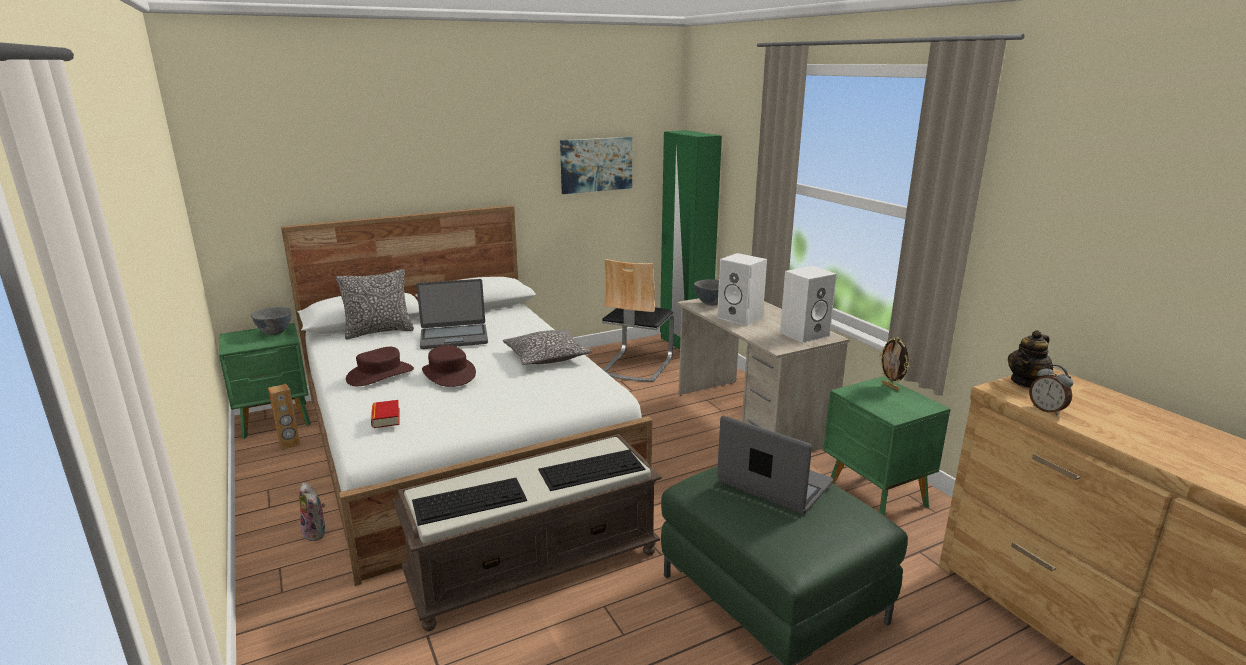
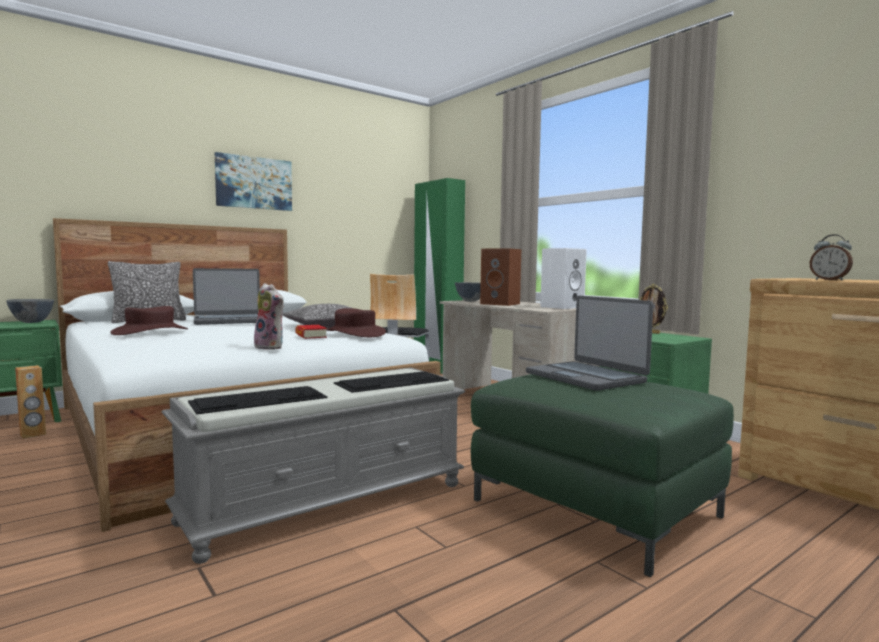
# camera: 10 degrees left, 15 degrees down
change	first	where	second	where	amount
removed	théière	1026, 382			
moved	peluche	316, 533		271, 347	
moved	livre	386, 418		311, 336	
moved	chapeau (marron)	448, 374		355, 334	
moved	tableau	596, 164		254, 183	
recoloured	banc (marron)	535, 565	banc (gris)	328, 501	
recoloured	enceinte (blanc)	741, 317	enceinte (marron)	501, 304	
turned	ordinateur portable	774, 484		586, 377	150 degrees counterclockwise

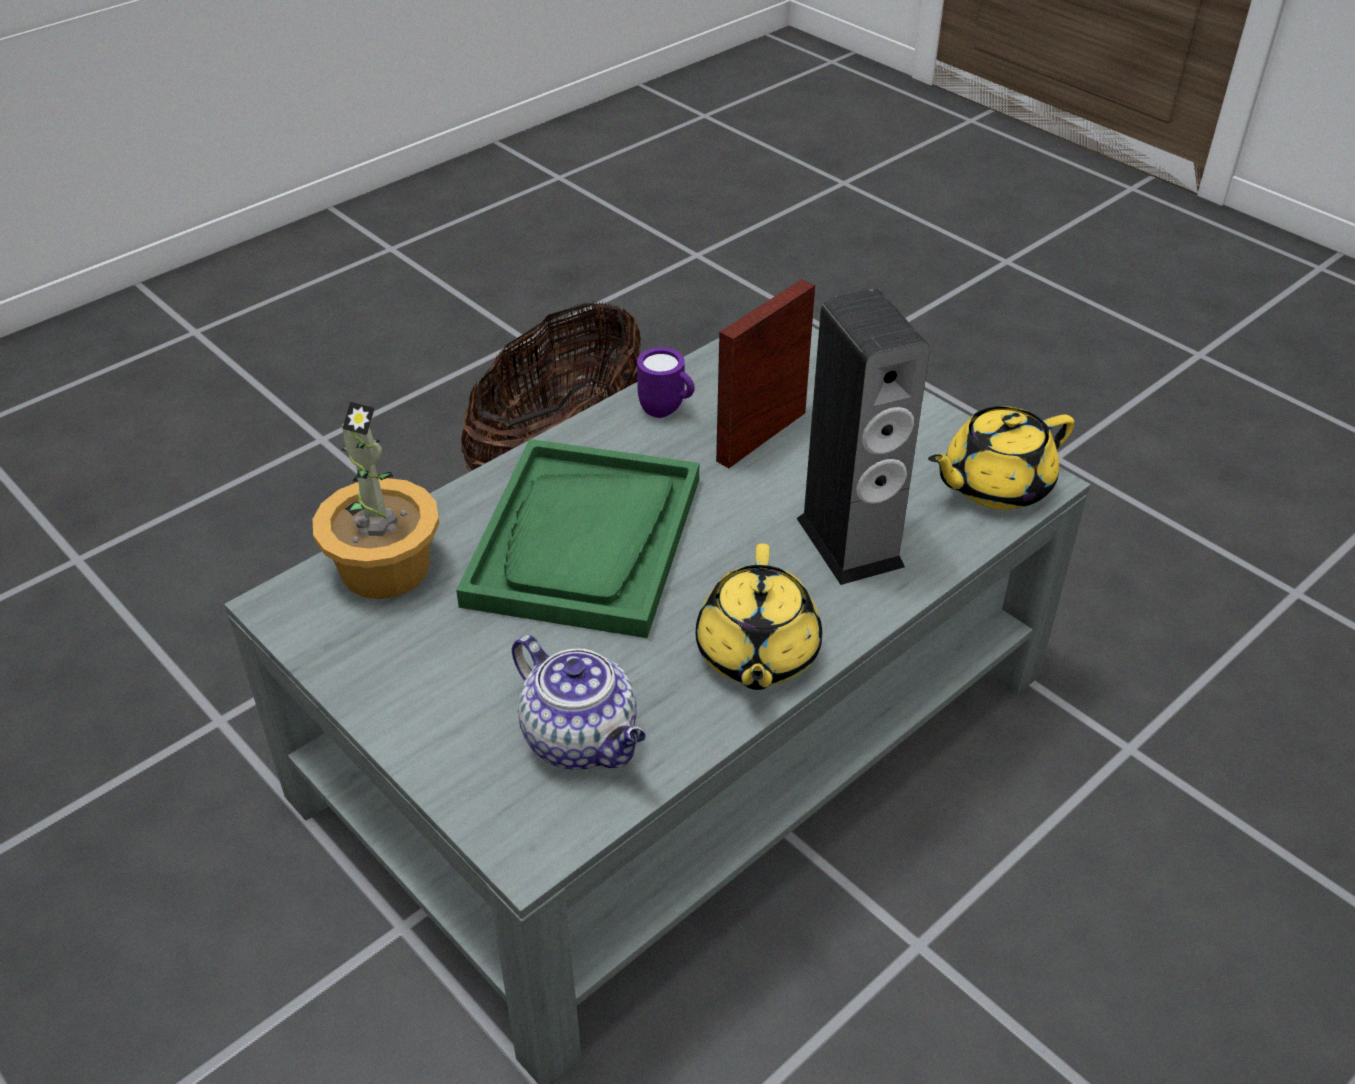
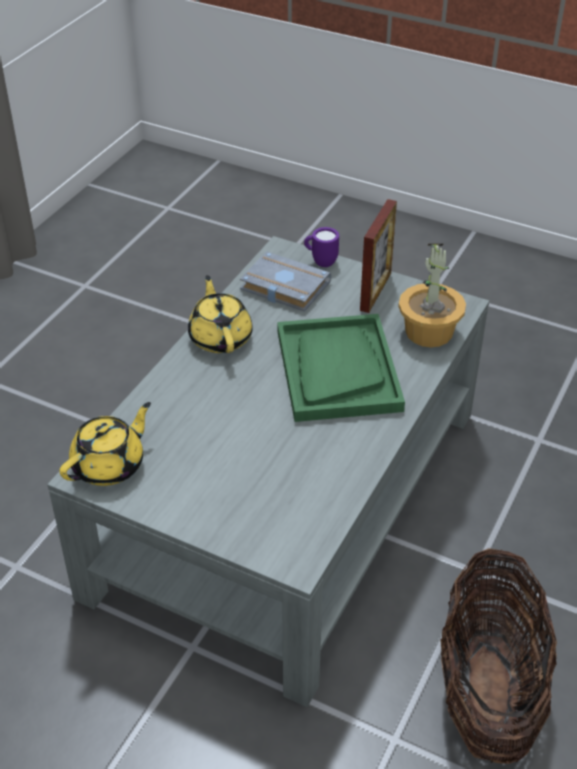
# camera: 160 degrees right, 0 degrees up
change	first	where	second	where	amount
removed	enceinte	849, 542			
moved	mug (violet)	667, 411		320, 262	
moved	cadre photo	761, 436		375, 291	
replaced	théière	583, 740	livre (gris)	282, 287	

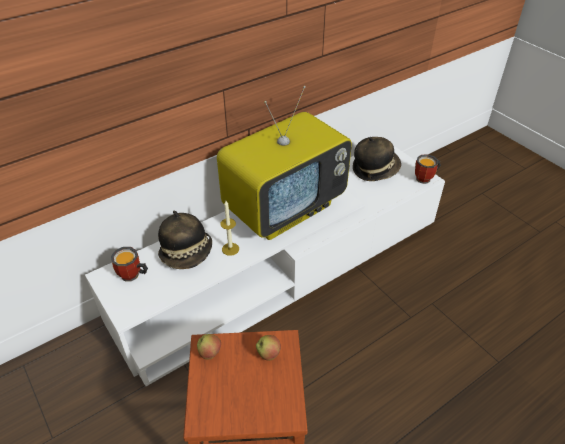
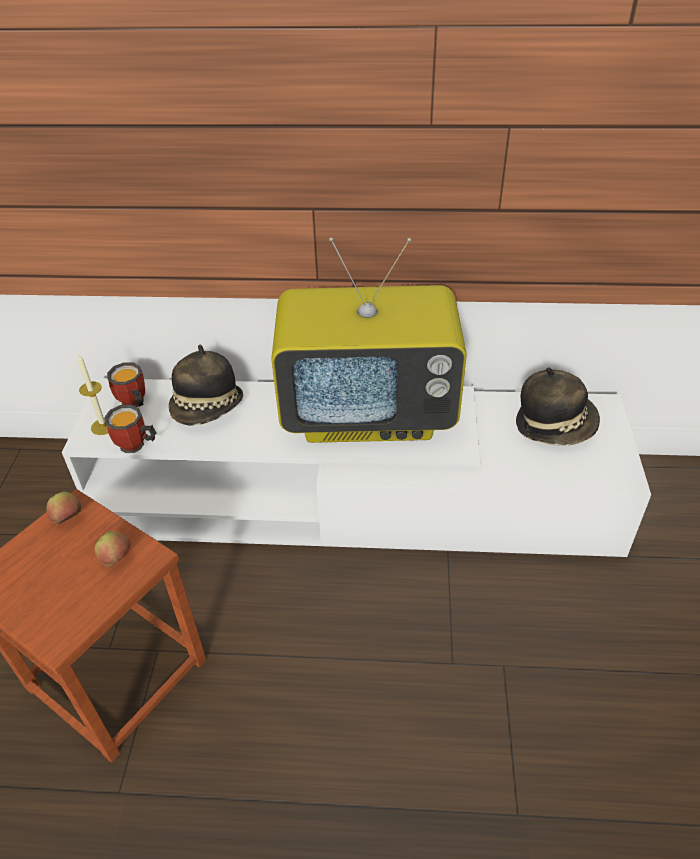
# camera: 40 degrees right, 0 degrees up
change	first	where	second	where	amount
moved	bougie	230, 249		103, 426	
moved	mug	426, 179		135, 446	

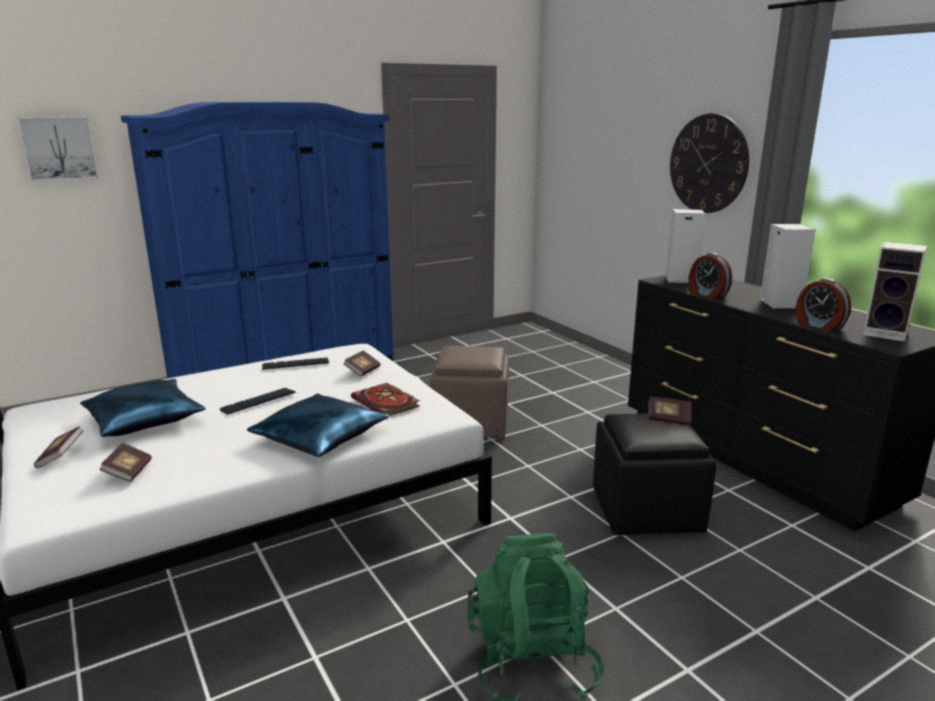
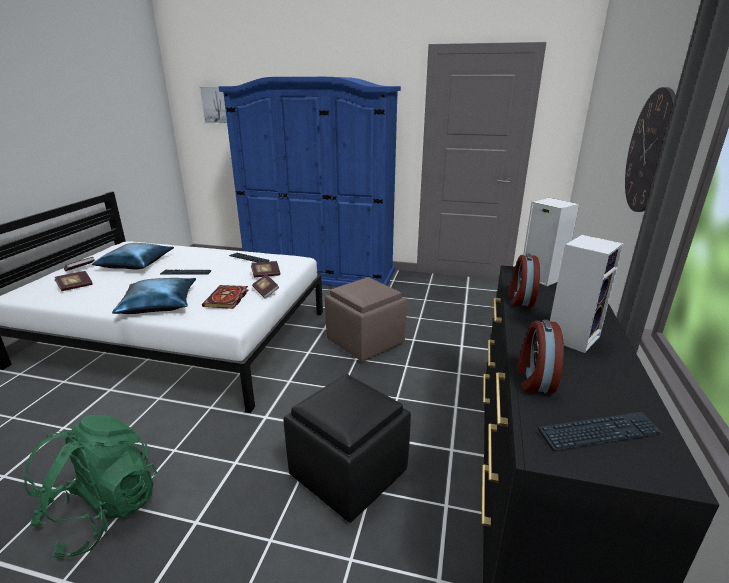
# camera: 45 degrees right, 5 degrees up
change	first	where	second	where	amount
moved	livre	668, 419		266, 292	
replaced	enceinte	887, 333	clavier	599, 433	

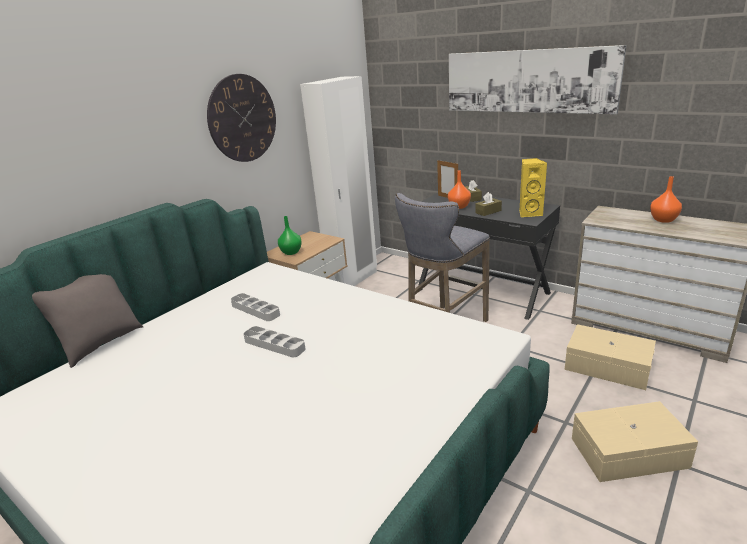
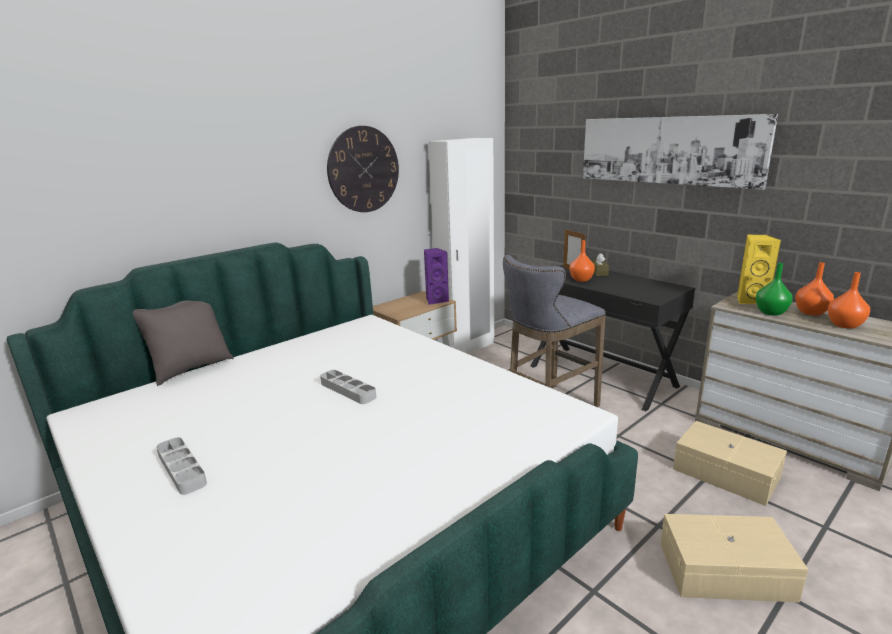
# camera: 10 degrees right, 5 degrees down
change	first	where	second	where	amount
removed	boîte à mouchoirs (marron)	488, 212			
added			enceinte (violet)	436, 300	
added			vase (orange)	844, 325	
moved	plateau (gris)	255, 310		181, 469	
moved	vase (vert)	291, 252		771, 312	
moved	enceinte (jaune)	529, 213		750, 300	

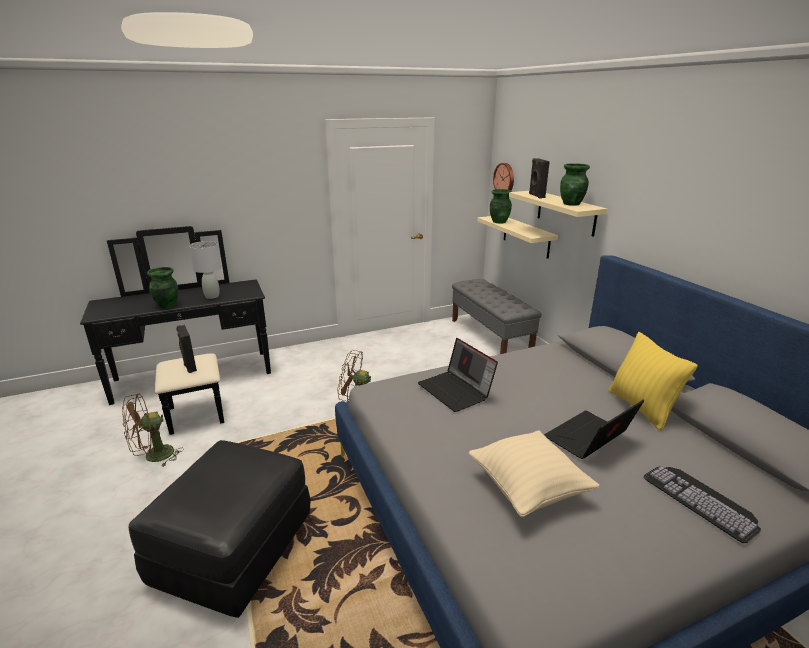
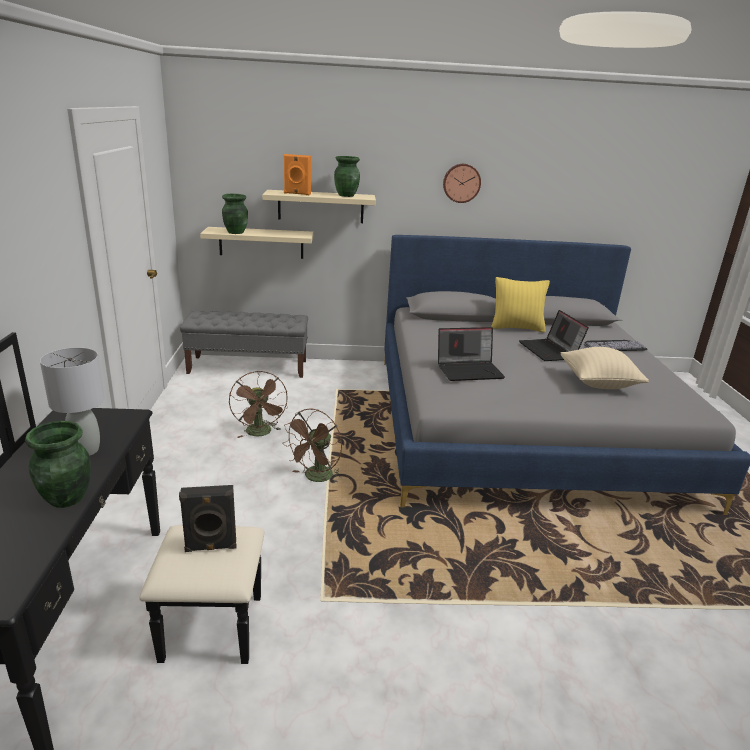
# camera: 70 degrees left, 0 degrees up
change	first	where	second	where	amount
removed	pouf (noir)	234, 548			
moved	ventilateur (marron)	153, 457		260, 433	
moved	horloge murale	504, 179		461, 183	
recoloured	enceinte (noir)	536, 196	enceinte (orange)	297, 194	

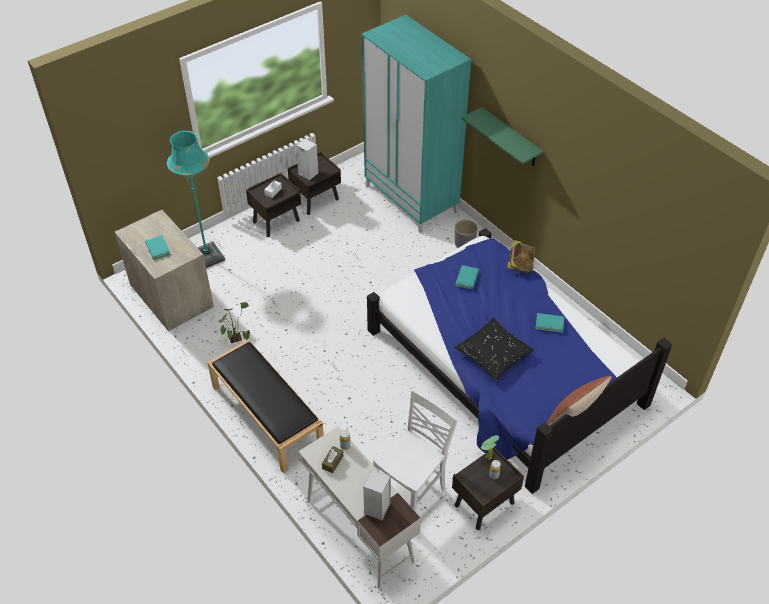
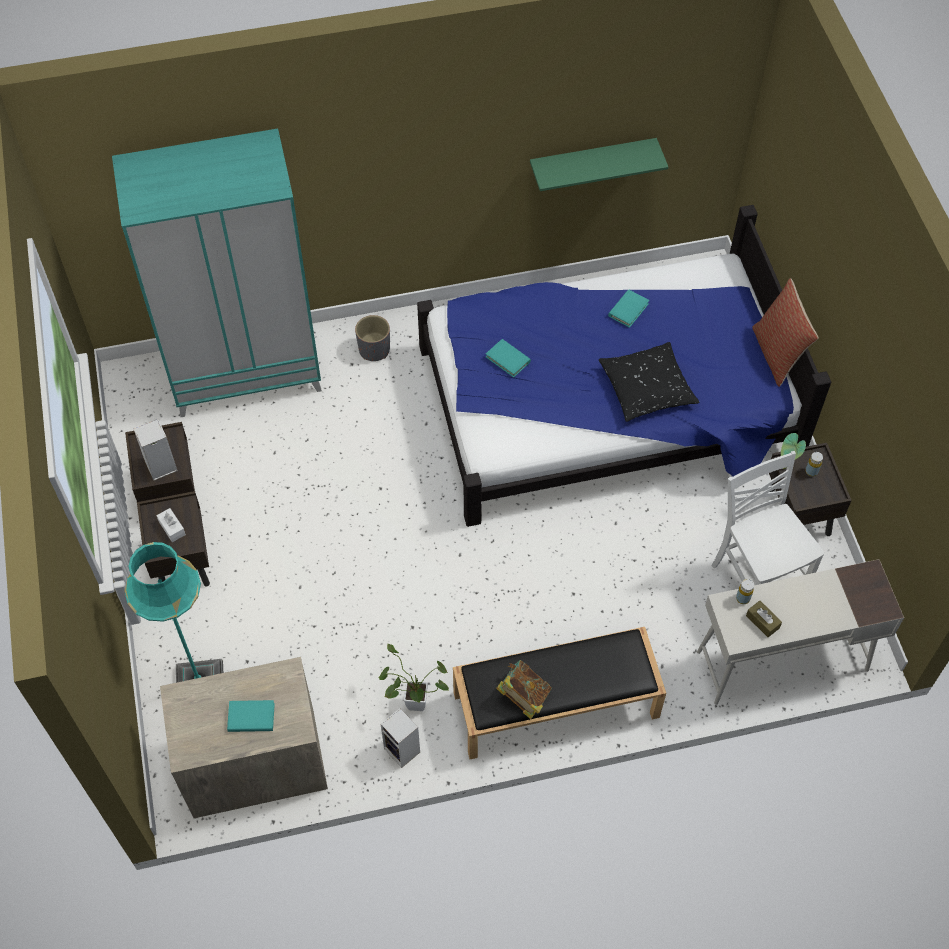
# camera: 65 degrees left, 10 degrees up
change	first	where	second	where	amount
moved	enceinte	377, 509		403, 751	
moved	étagère (vert)	510, 138		592, 161	
moved	livre	520, 265		523, 696	

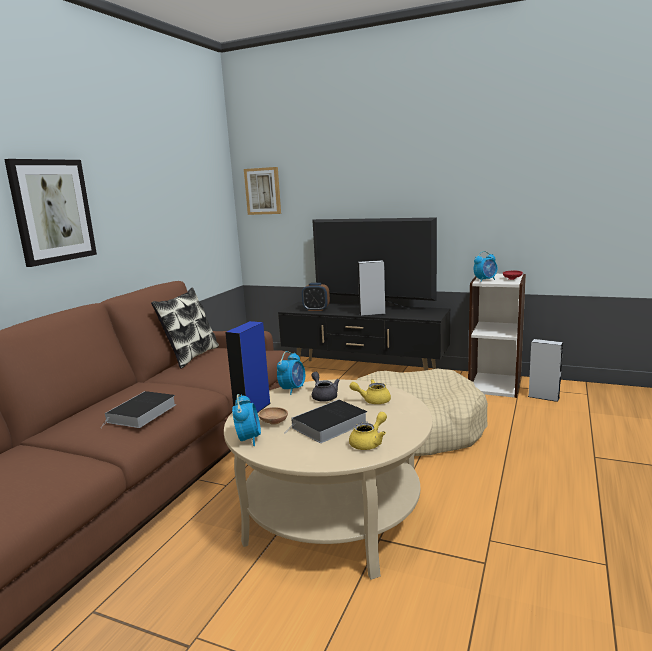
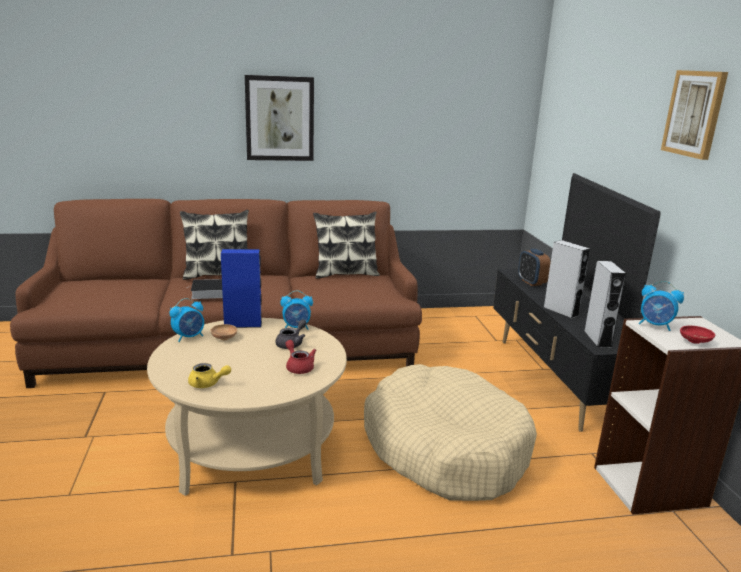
# camera: 55 degrees right, 5 degrees up
change	first	where	second	where	amount
removed	livre	328, 426			
added			coussin	217, 274	
moved	tableau	263, 191		694, 113	
moved	enceinte (gris)	543, 397		597, 339	
recoloured	théière (jaune)	372, 400	théière (rouge)	298, 367	

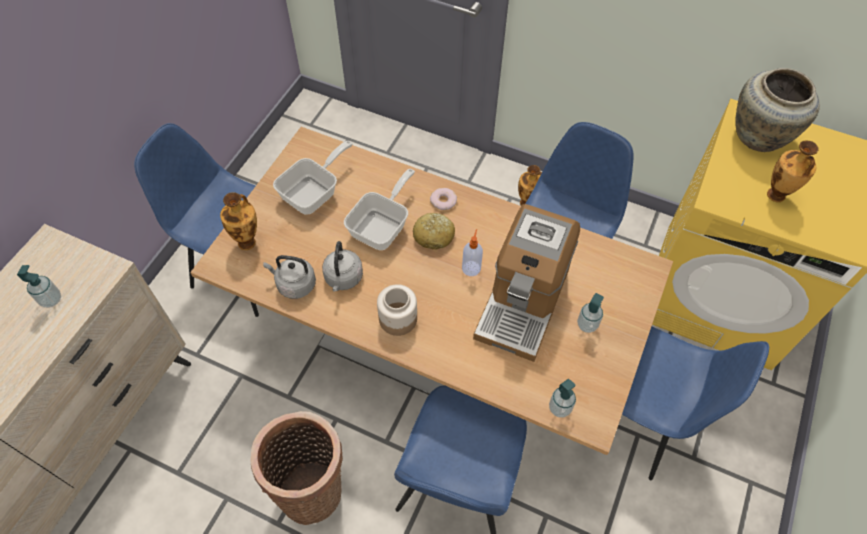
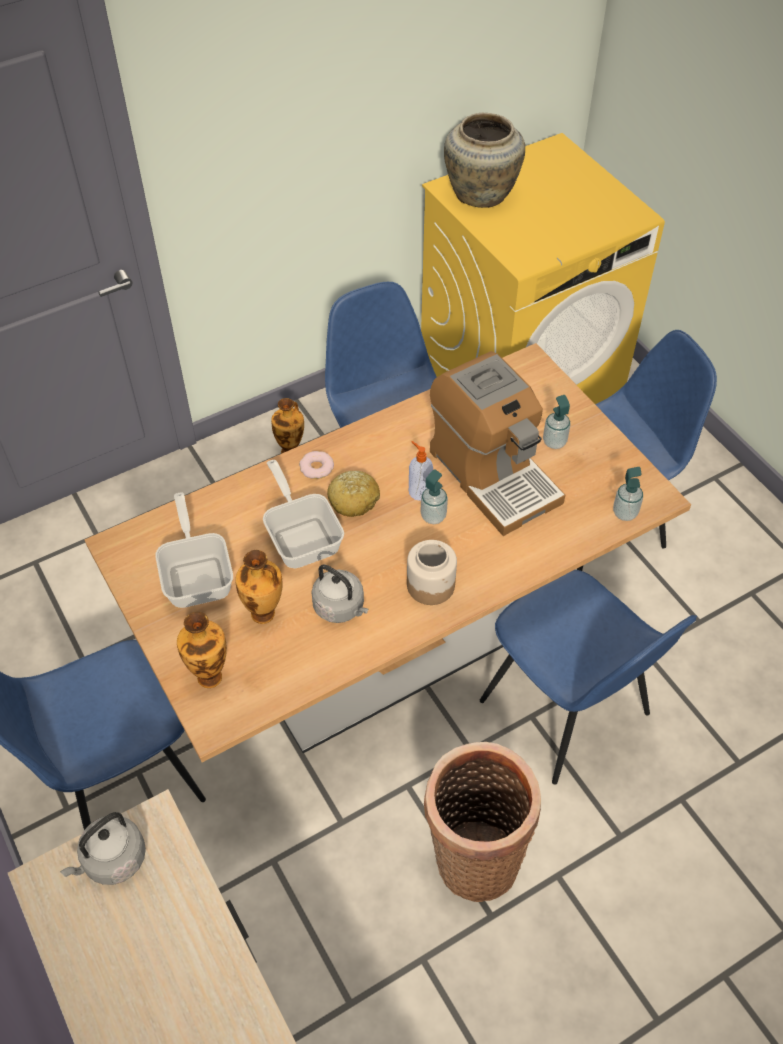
# camera: 55 degrees left, 5 degrees down
change	first	where	second	where	amount
moved	distributeur de savon	51, 299		433, 516	
moved	bouilloire (gris)	294, 284		112, 860	
moved	vase	776, 196		264, 615	

